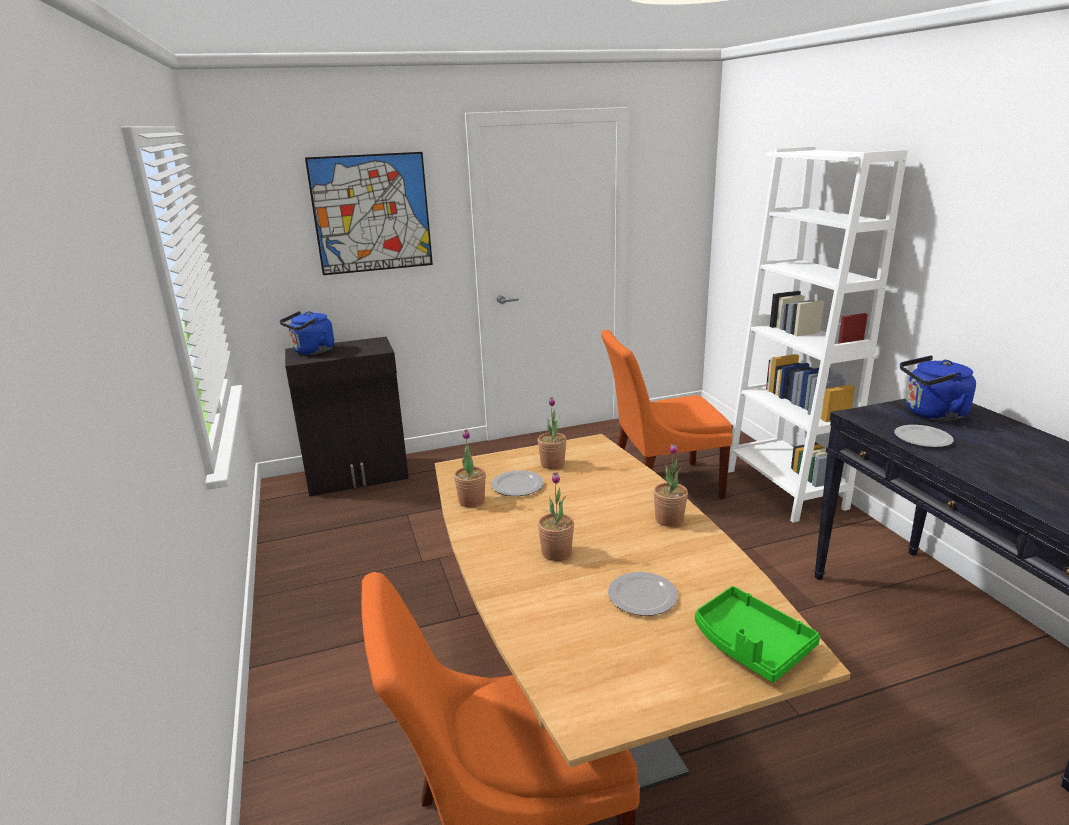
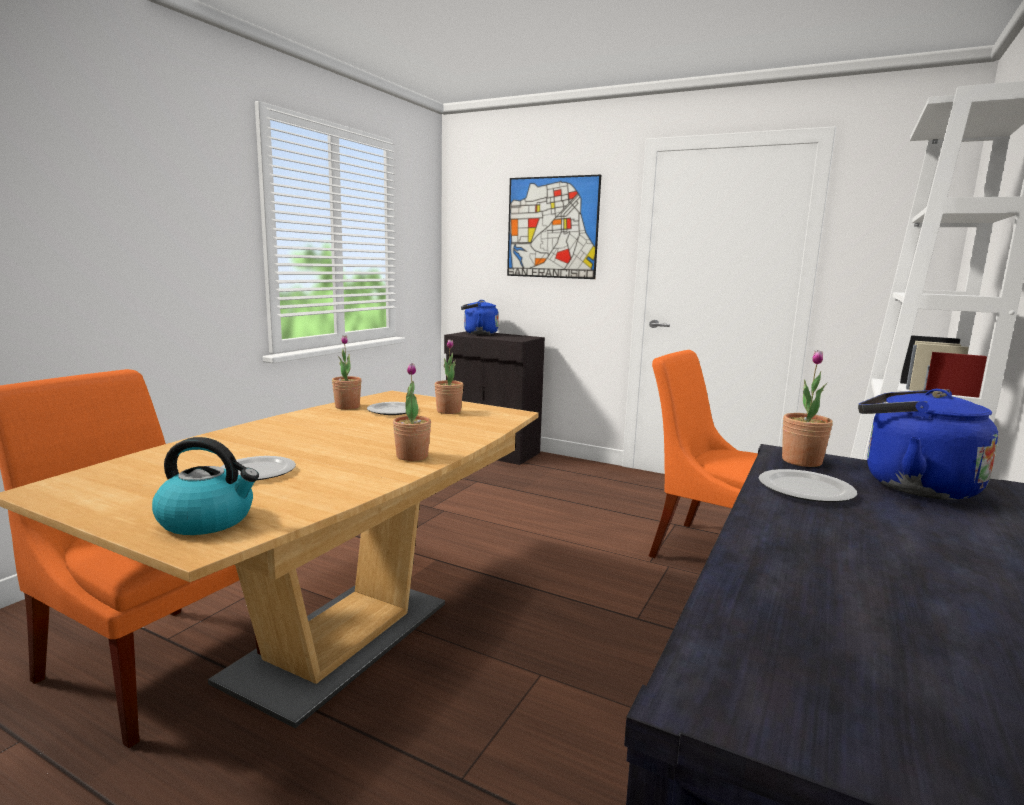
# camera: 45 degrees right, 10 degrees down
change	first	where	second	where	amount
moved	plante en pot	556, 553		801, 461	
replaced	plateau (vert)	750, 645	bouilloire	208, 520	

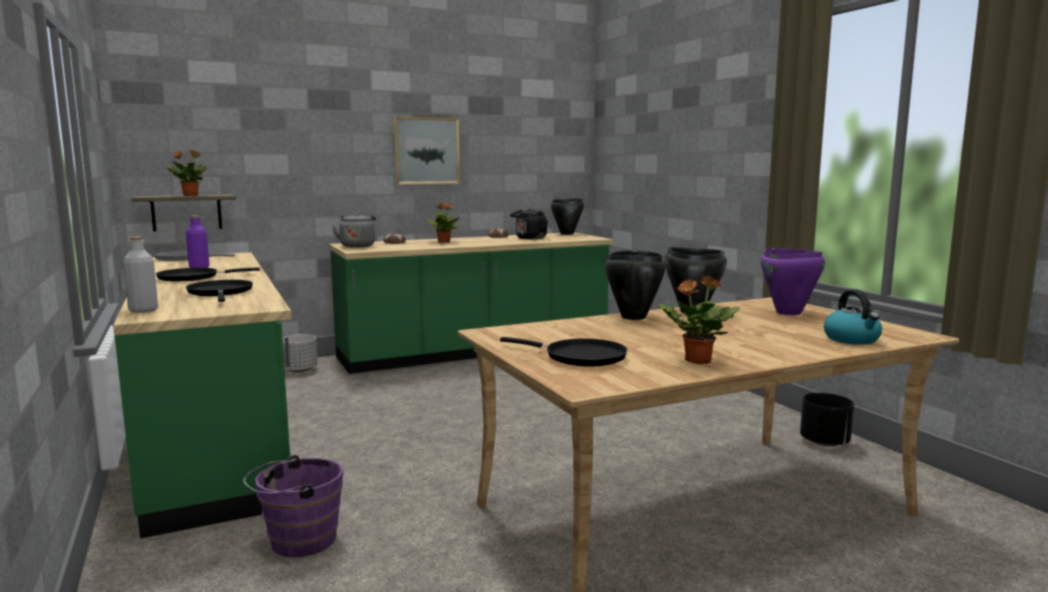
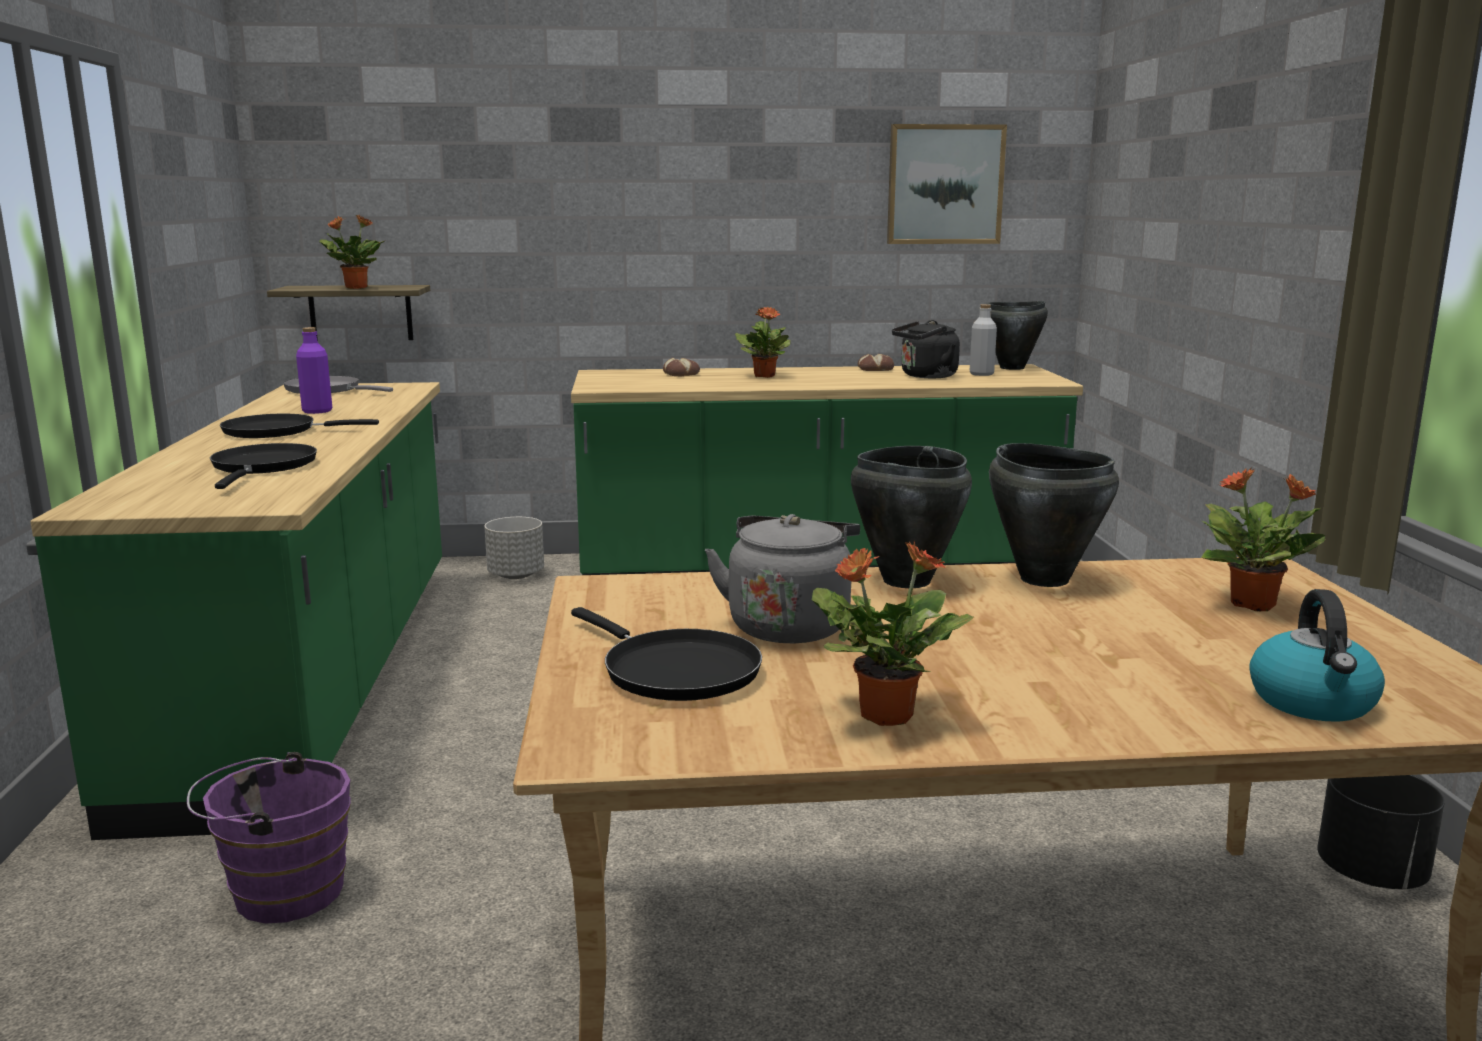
# camera: 20 degrees right, 5 degrees up
change	first	where	second	where	amount
moved	bouteille (gris)	143, 310		981, 374	
moved	bouilloire (gris)	357, 246		789, 625	
moved	tableau	426, 151		945, 184	
replaced	marmite (violet)	788, 313	plante en pot	1254, 605	

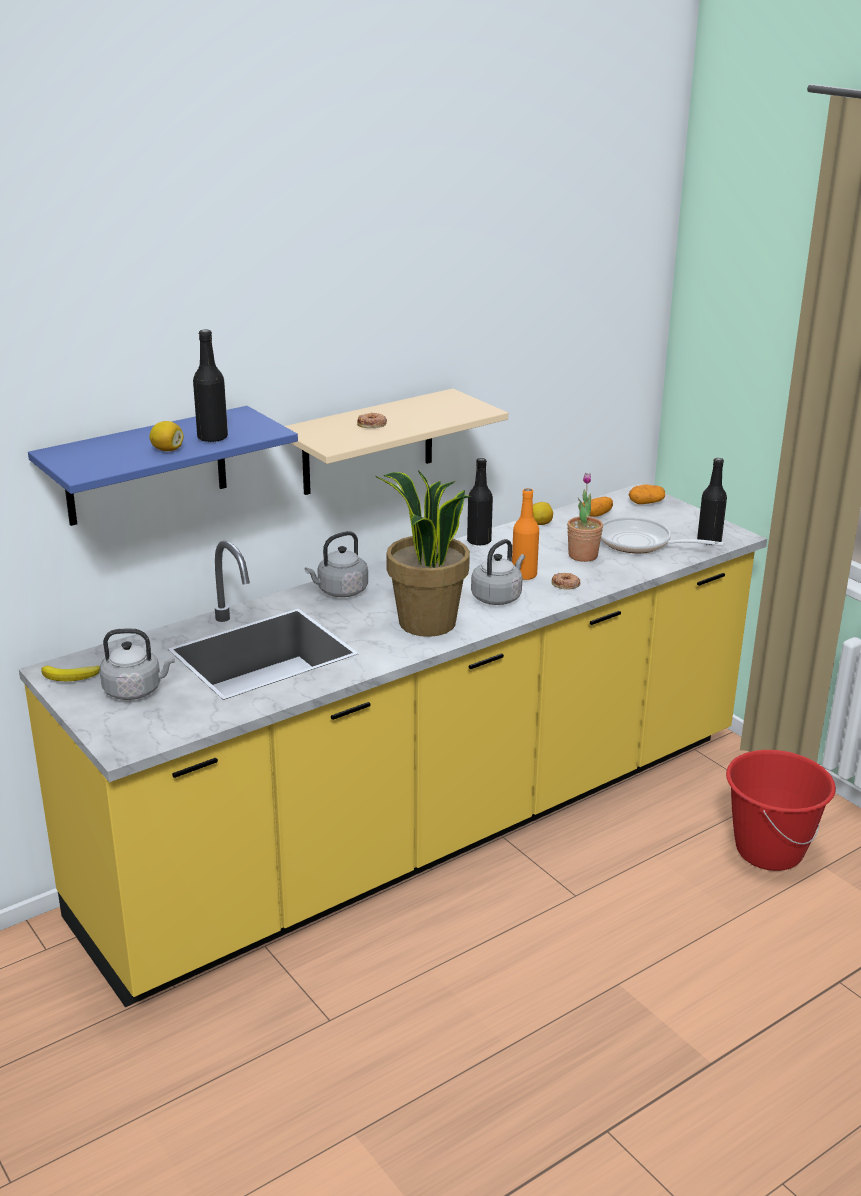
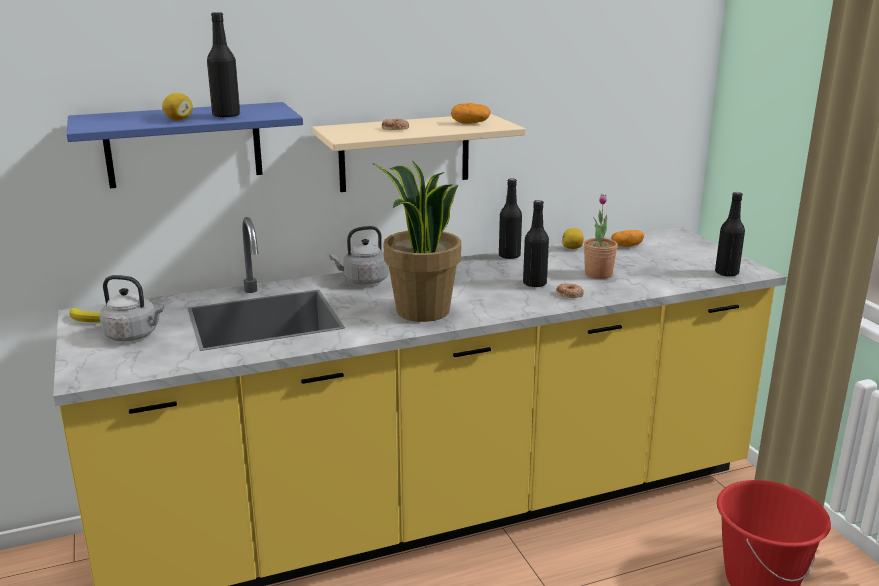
# camera: 15 degrees right, 5 degrees down
change	first	where	second	where	amount
removed	bouilloire (gris)	498, 597			
removed	poêle	640, 543			
moved	pomme de terre	646, 503		470, 123	
recoloured	bouteille (orange)	524, 575	bouteille (noir)	534, 284	

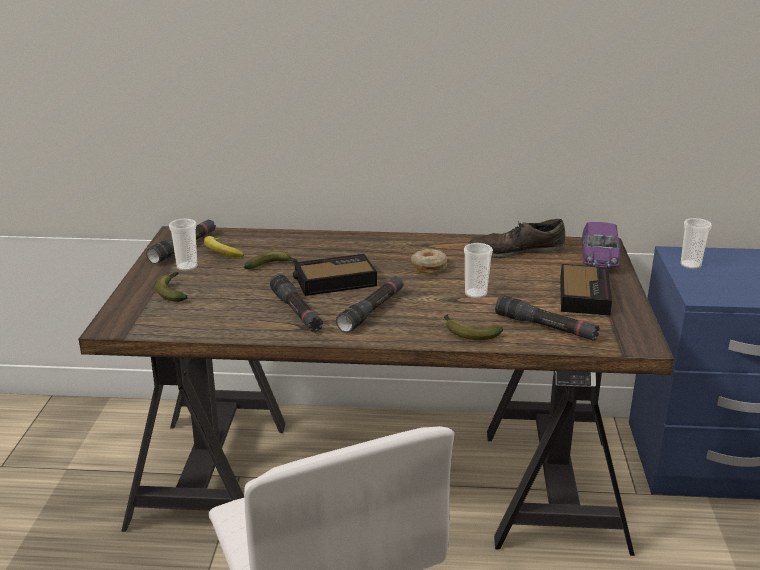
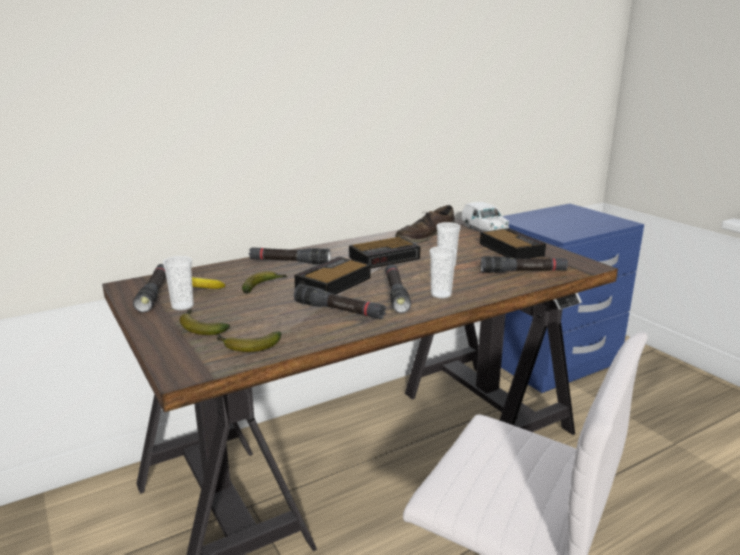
# camera: 35 degrees left, 5 degrees down
change	first	where	second	where	amount
added			lampe de poche (noir)	289, 262	
moved	banane	468, 333		247, 347	
moved	tasse	690, 265		441, 294	
replaced	beignet	428, 267	réveil	386, 258	
recoloured	petite voiture (violet)	599, 261	petite voiture (blanc)	484, 230	

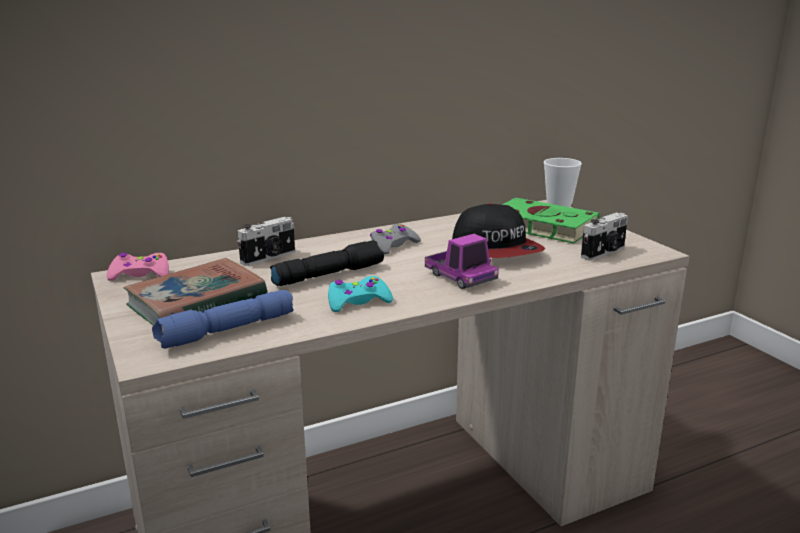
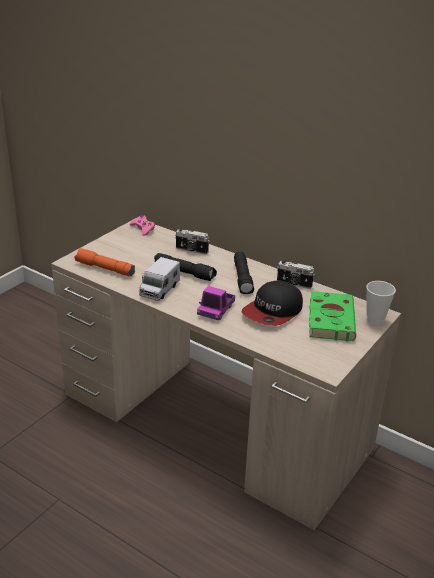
# camera: 60 degrees right, 10 degrees up
change	first	where	second	where	amount
removed	livre	197, 301			
moved	appareil photo	604, 253		294, 284	
replaced	manette (turquoise)	358, 302	camion jouet	159, 289	
replaced	manette (gris)	393, 245	lampe de poche (noir)	243, 278	
recoloured	lampe de poche (bleu)	226, 331	lampe de poche (orange)	104, 269	

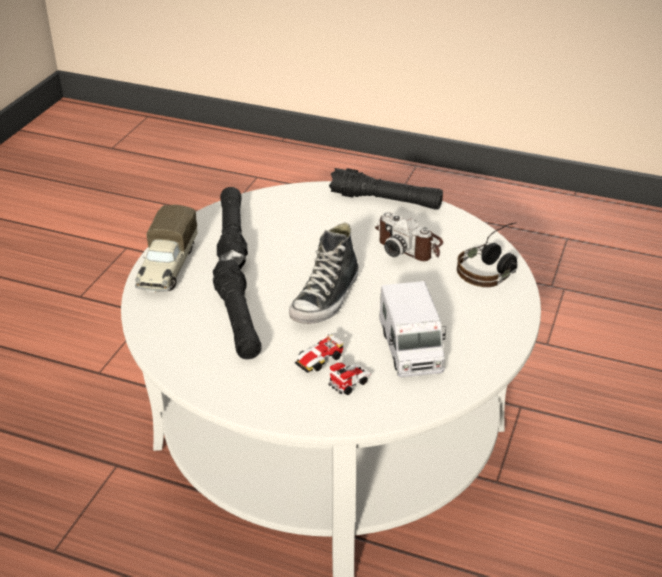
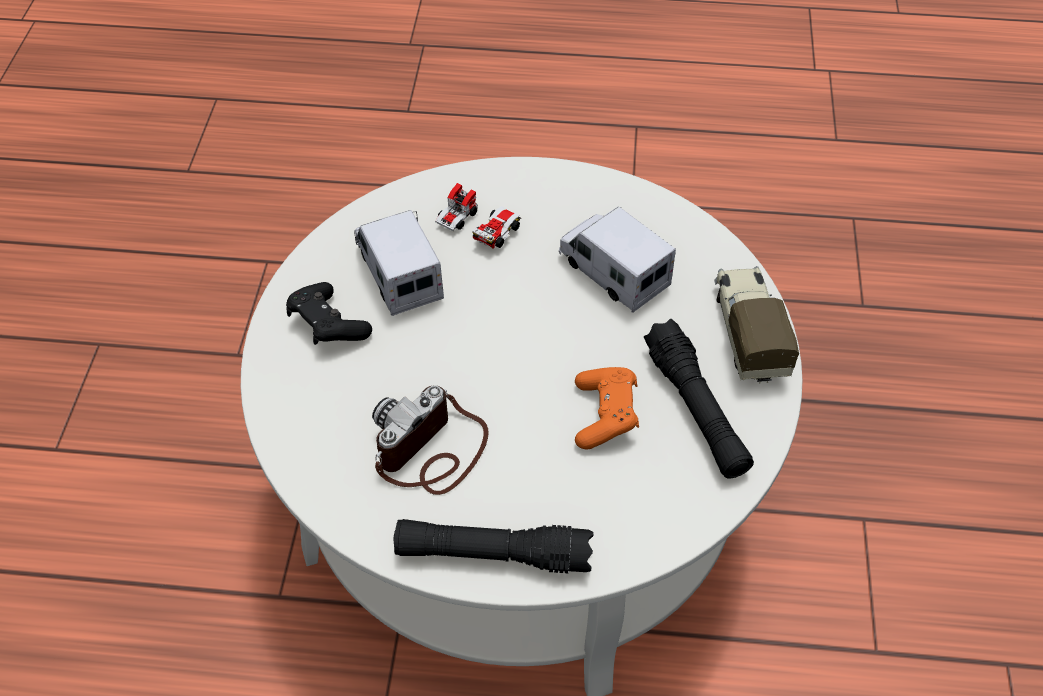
# camera: 165 degrees right, 15 degrees up
change	first	where	second	where	amount
removed	chaussure	326, 299			
removed	casque audio	493, 266			
added			manette (noir)	328, 326	
added			manette (orange)	605, 415	
replaced	lampe de poche (noir)	238, 320	camion jouet	613, 271	
turned	appareil photo	410, 245		431, 451	75 degrees counterclockwise

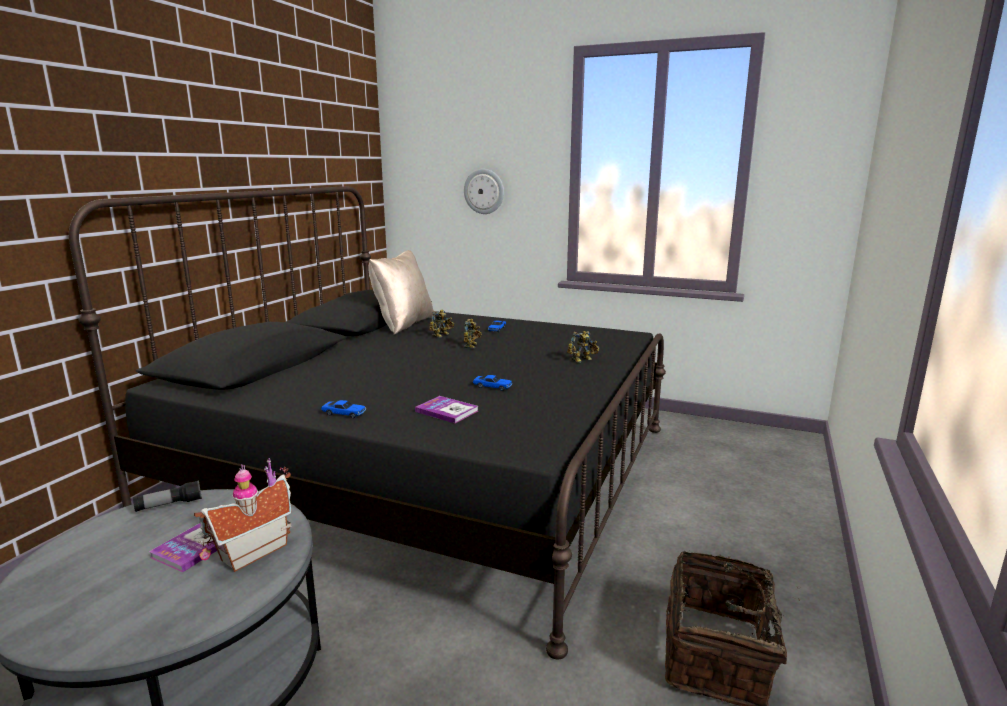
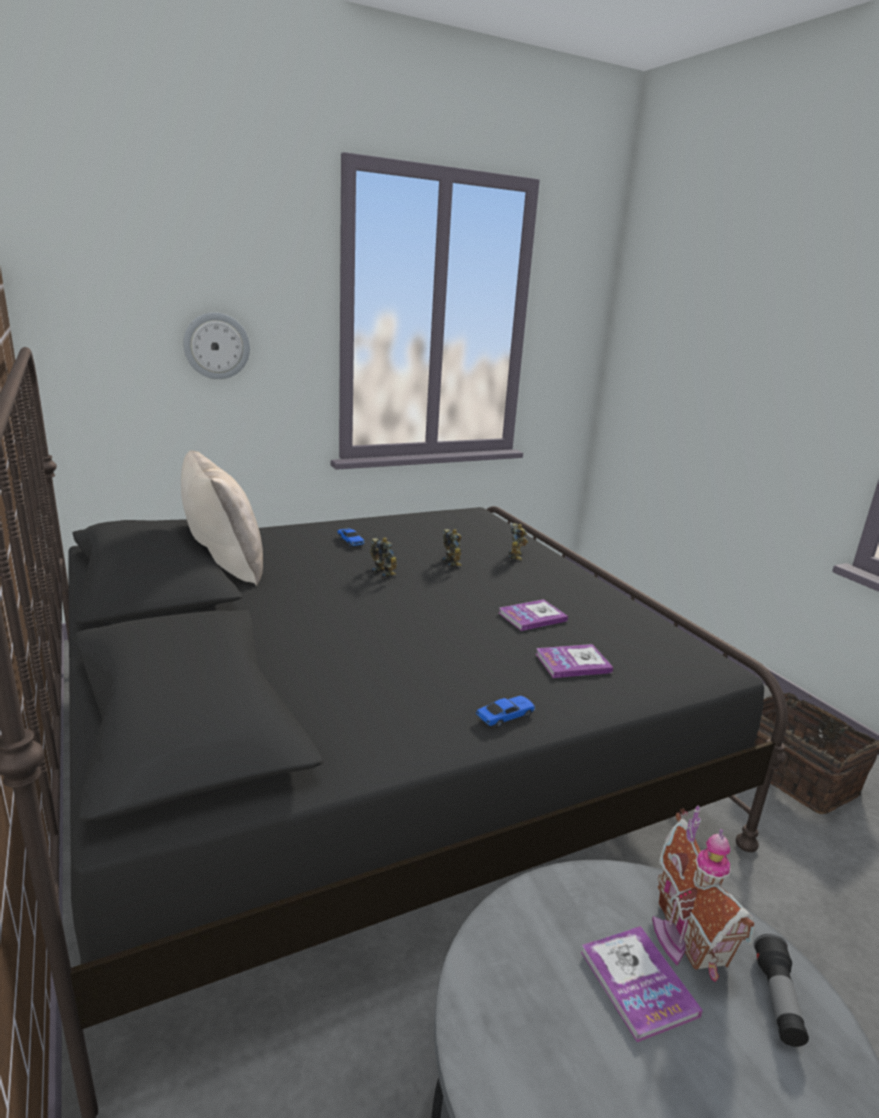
# camera: 50 degrees left, 5 degrees up
change	first	where	second	where	amount
moved	lampe de poche	169, 505		777, 999	
moved	robot jouet	442, 335		453, 563	
replaced	petite voiture	493, 387	livre	532, 617	

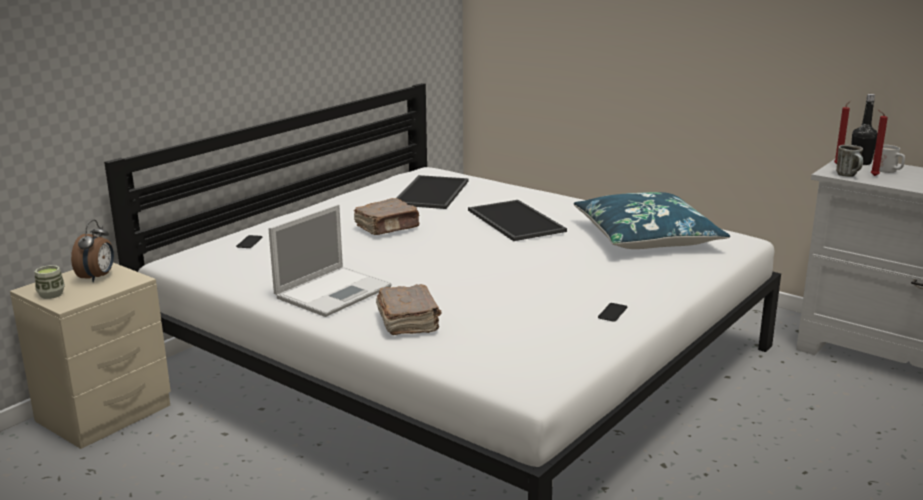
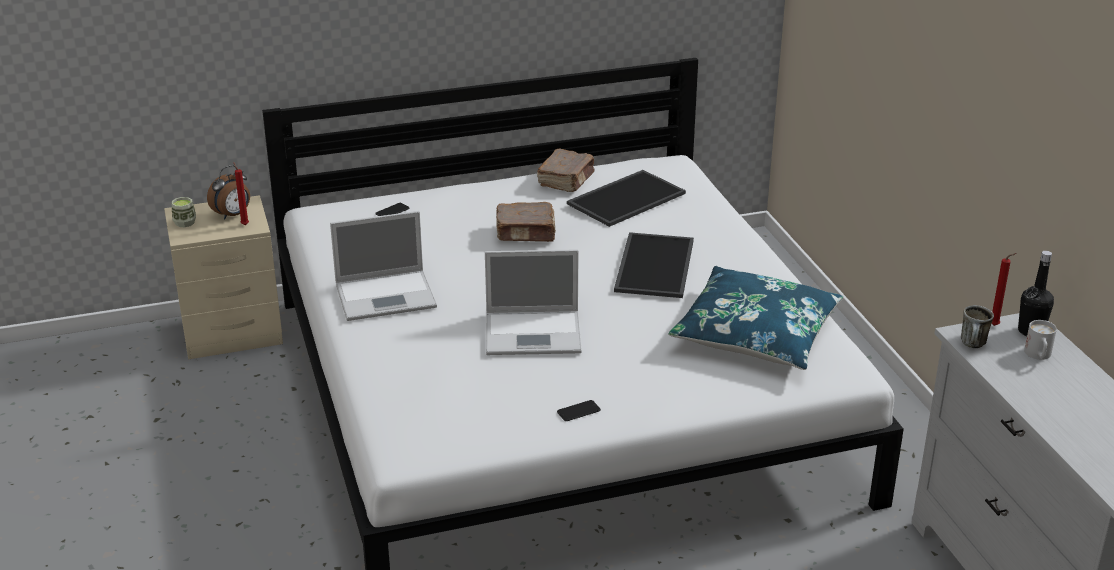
# camera: 35 degrees right, 10 degrees up
change	first	where	second	where	amount
added			ordinateur portable	535, 333	
moved	livre (marron)	408, 322		566, 180	
moved	bougie (rouge)	873, 176		244, 224	

